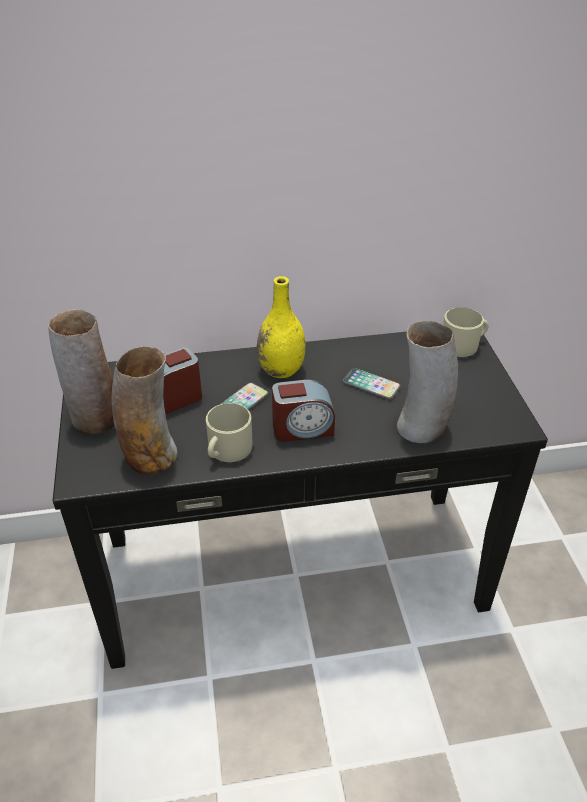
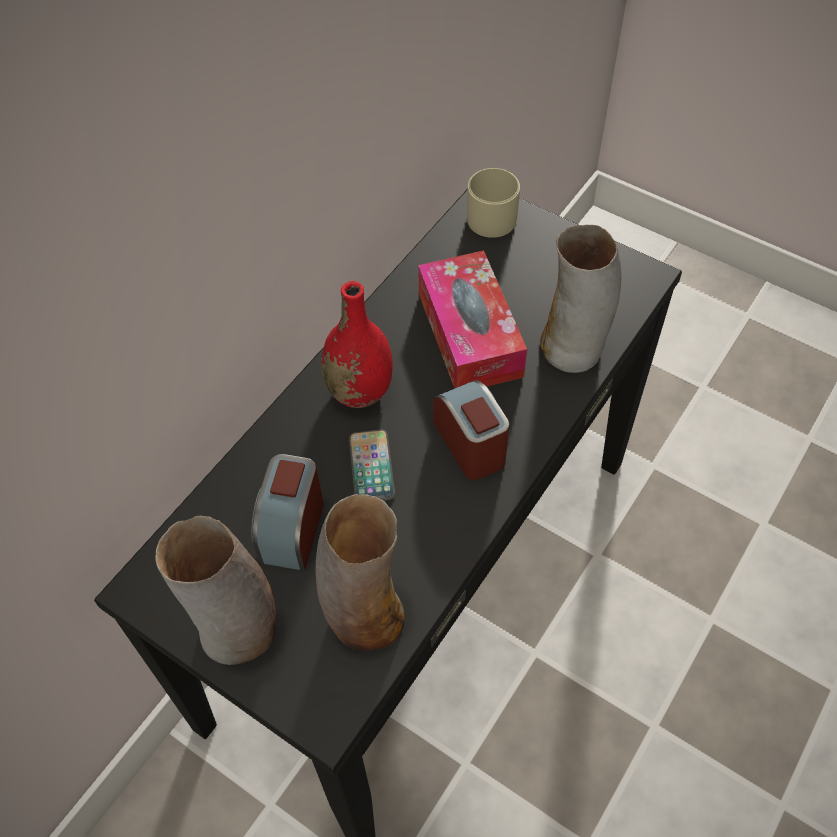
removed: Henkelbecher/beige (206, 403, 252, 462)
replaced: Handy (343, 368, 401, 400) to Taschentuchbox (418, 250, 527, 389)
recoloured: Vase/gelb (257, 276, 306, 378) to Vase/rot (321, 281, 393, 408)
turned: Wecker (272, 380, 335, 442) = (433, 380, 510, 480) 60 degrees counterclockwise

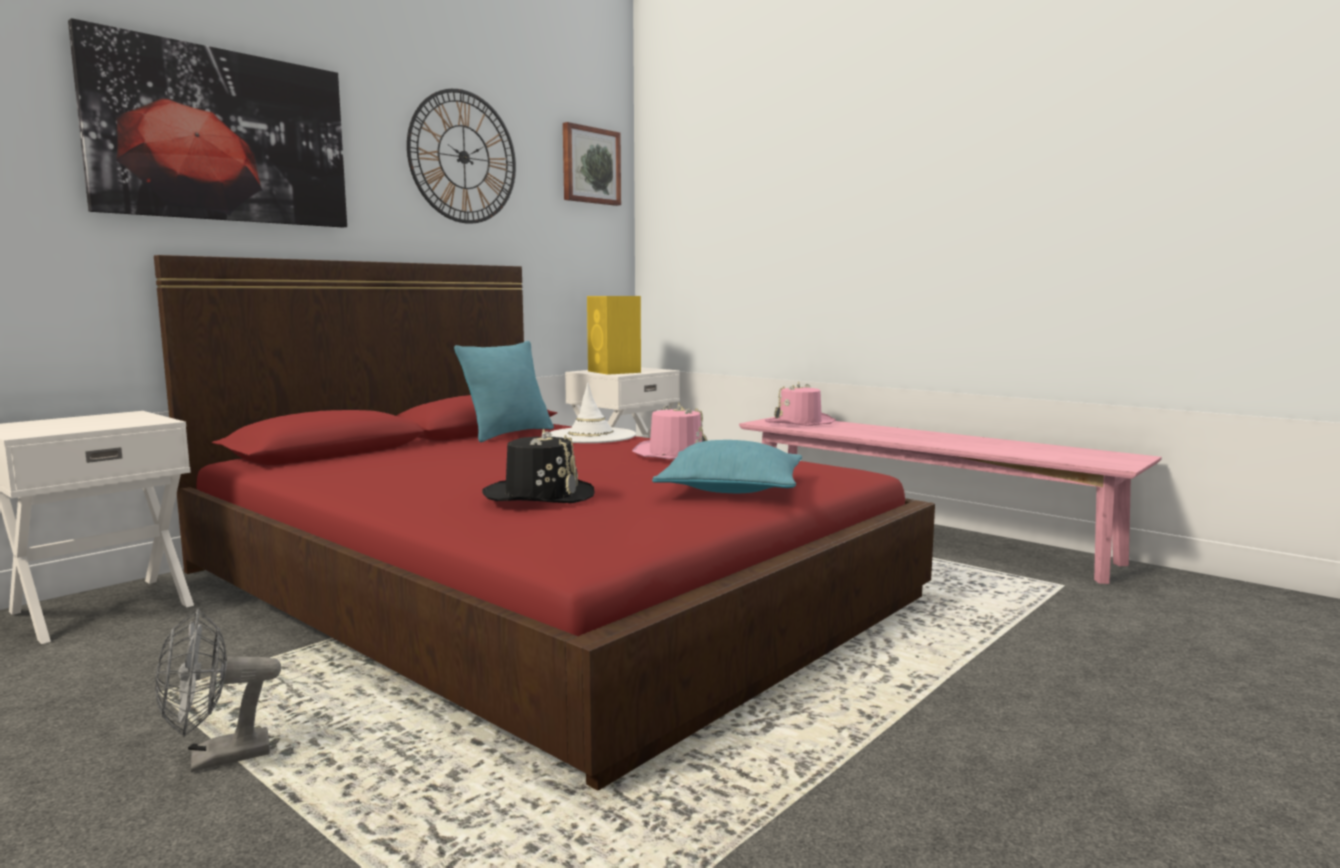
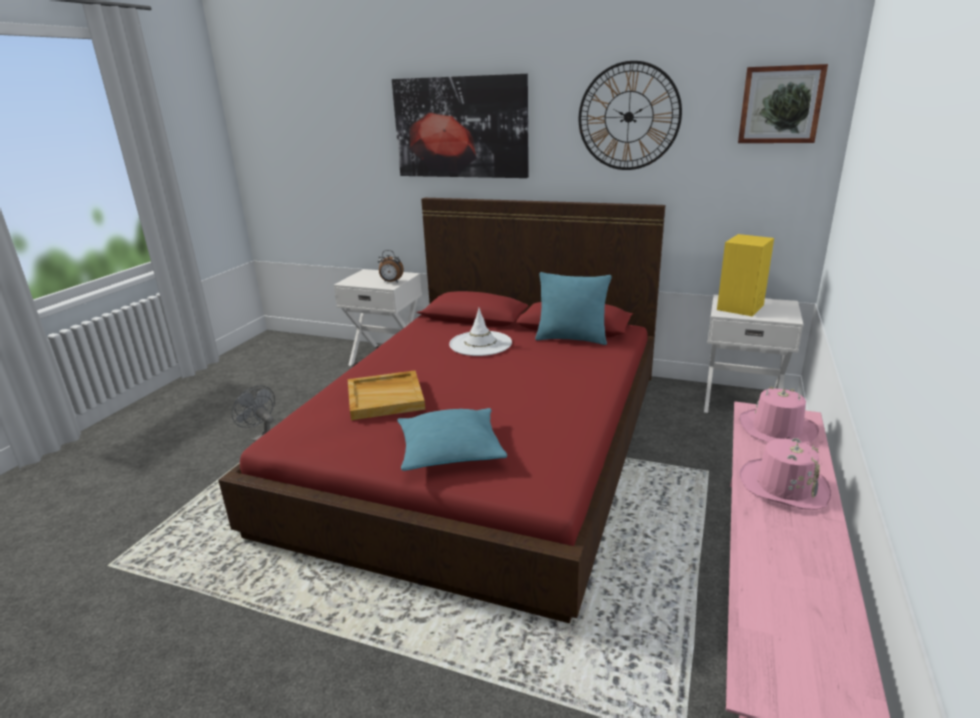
added: Wecker (378, 250, 404, 283)
moved: Hut/weiß (547, 382, 636, 443) to (449, 308, 512, 356); Hut/rosa (632, 403, 708, 460) to (739, 438, 831, 510)
replaced: Hut/schwarz (482, 428, 594, 503) to Tablett/beige (348, 370, 425, 420)

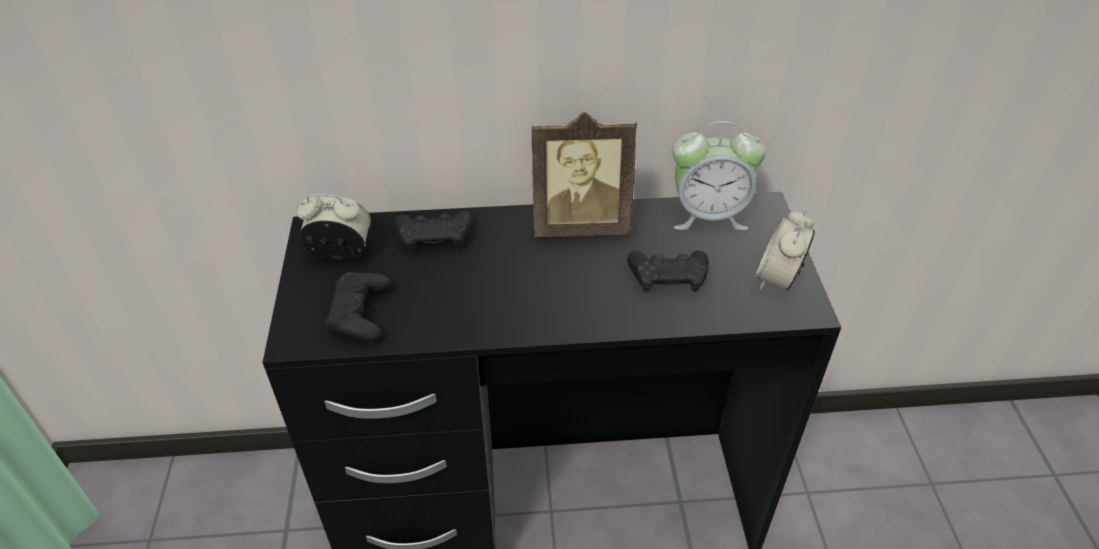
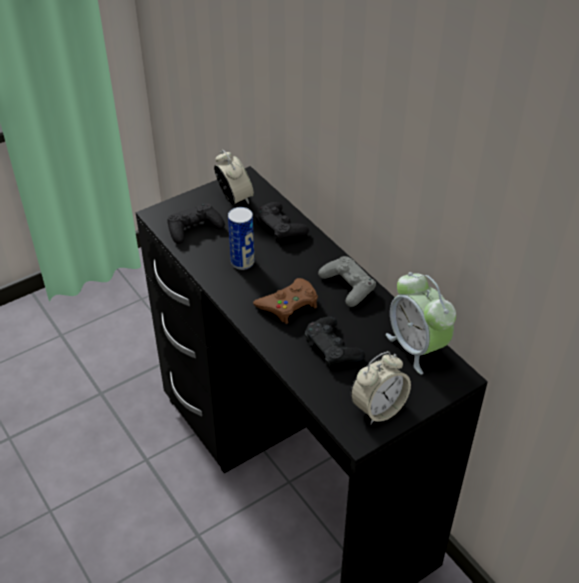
added: Dose (228, 207, 255, 270); Gamepad/braun (253, 278, 318, 324)
replaced: Bilderrahmen (532, 112, 637, 237) to Gamepad/grau (318, 256, 376, 307)
turned: Wecker (755, 209, 815, 291) = (351, 351, 411, 424) 150 degrees clockwise

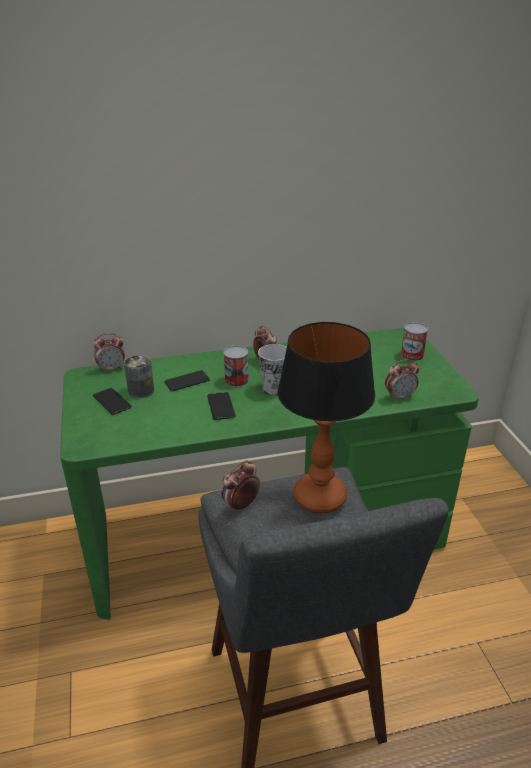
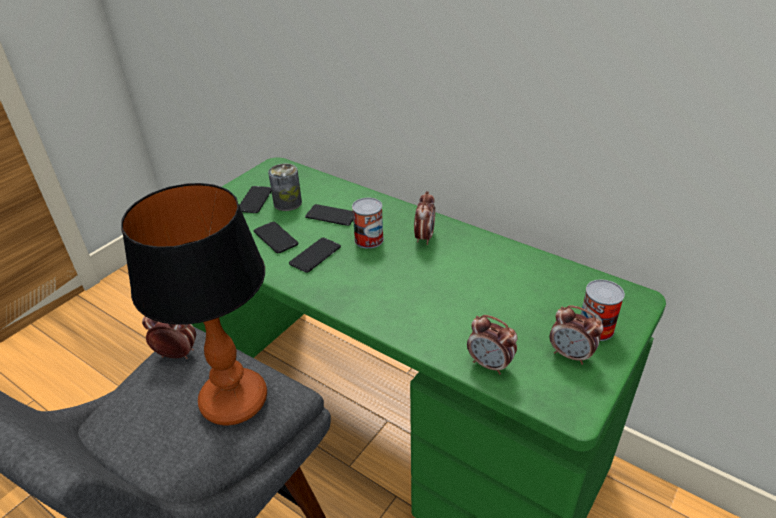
removed: Tasse (258, 344, 287, 396)
added: Handy (254, 222, 298, 253)
moved: Wecker (93, 333, 125, 372) to (550, 305, 603, 365)

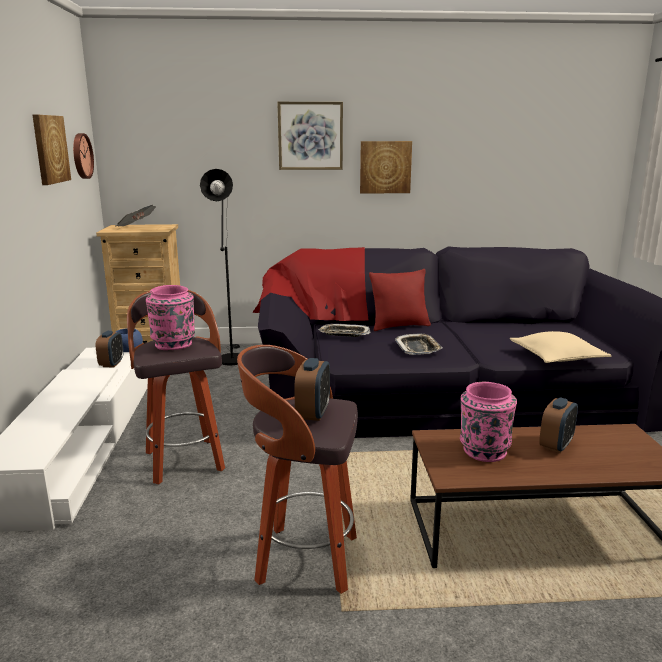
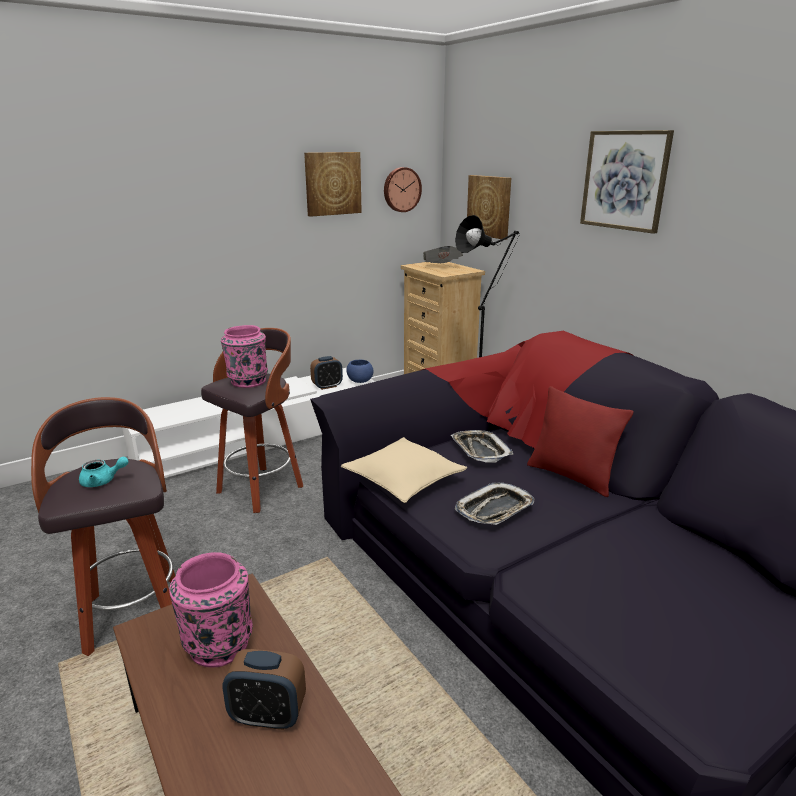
moved: Kissen/beige (510, 331, 611, 363) to (341, 437, 467, 503); Bild (360, 141, 412, 194) to (467, 175, 511, 240)
replaced: Wecker (294, 358, 330, 421) to Teekanne/türkis (79, 457, 129, 487)

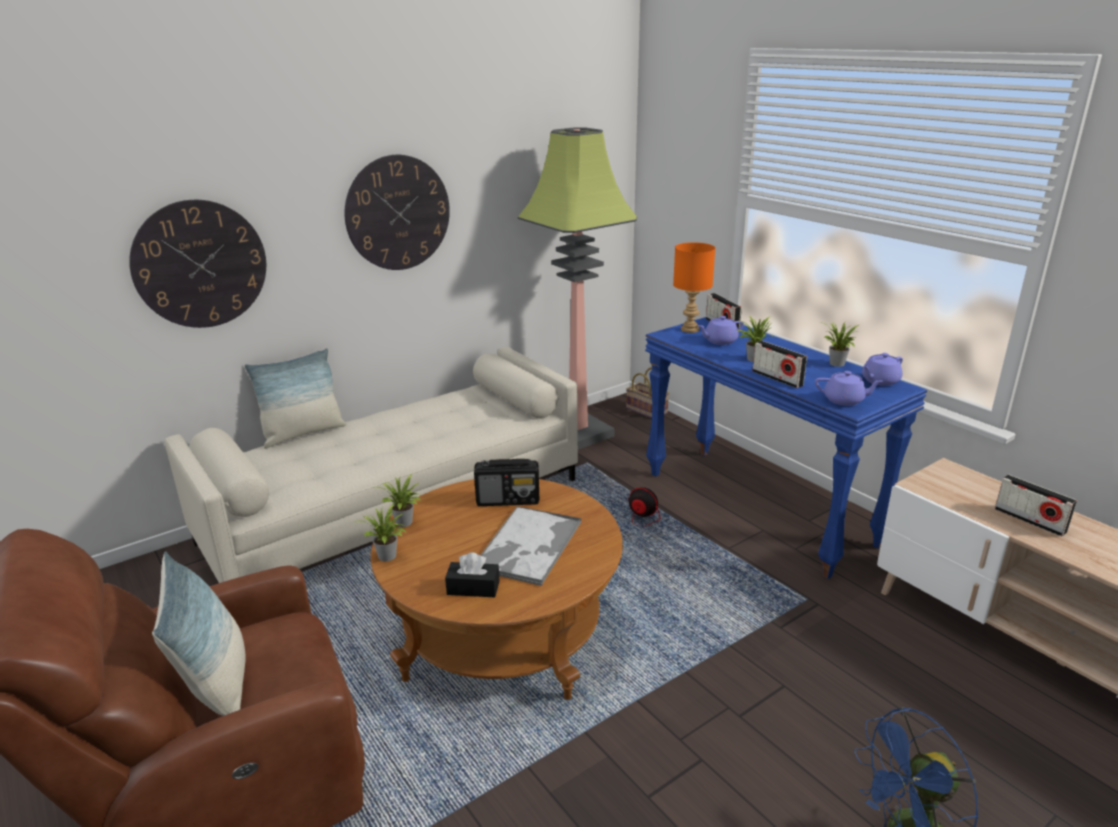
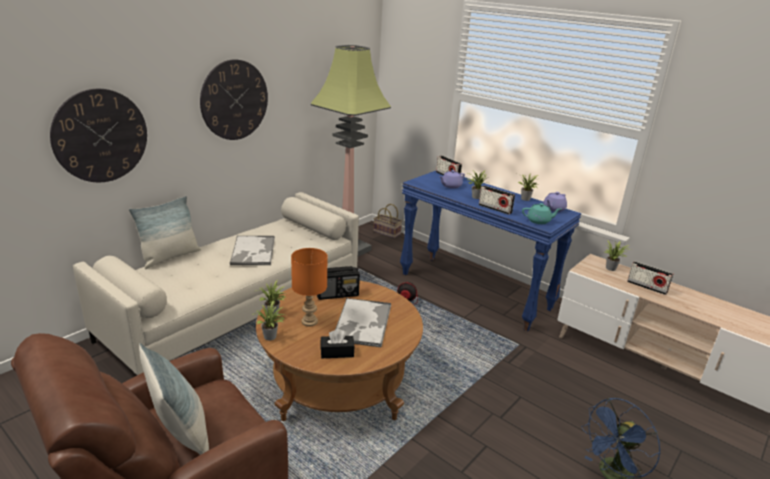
added: Tablett (229, 236, 275, 265); Topfpflanze (605, 240, 631, 271)
moved: Tischlampe/orange (673, 242, 715, 333) to (291, 248, 328, 326)
recoloured: Teekanne/lila (815, 371, 883, 406) to Teekanne/türkis (522, 203, 561, 224)

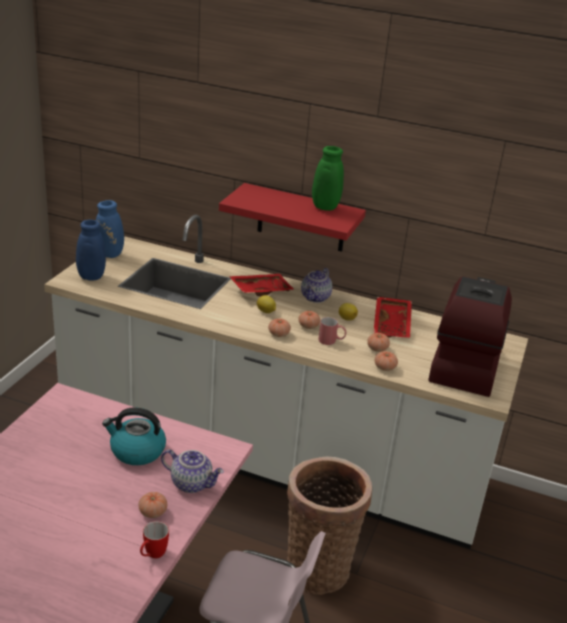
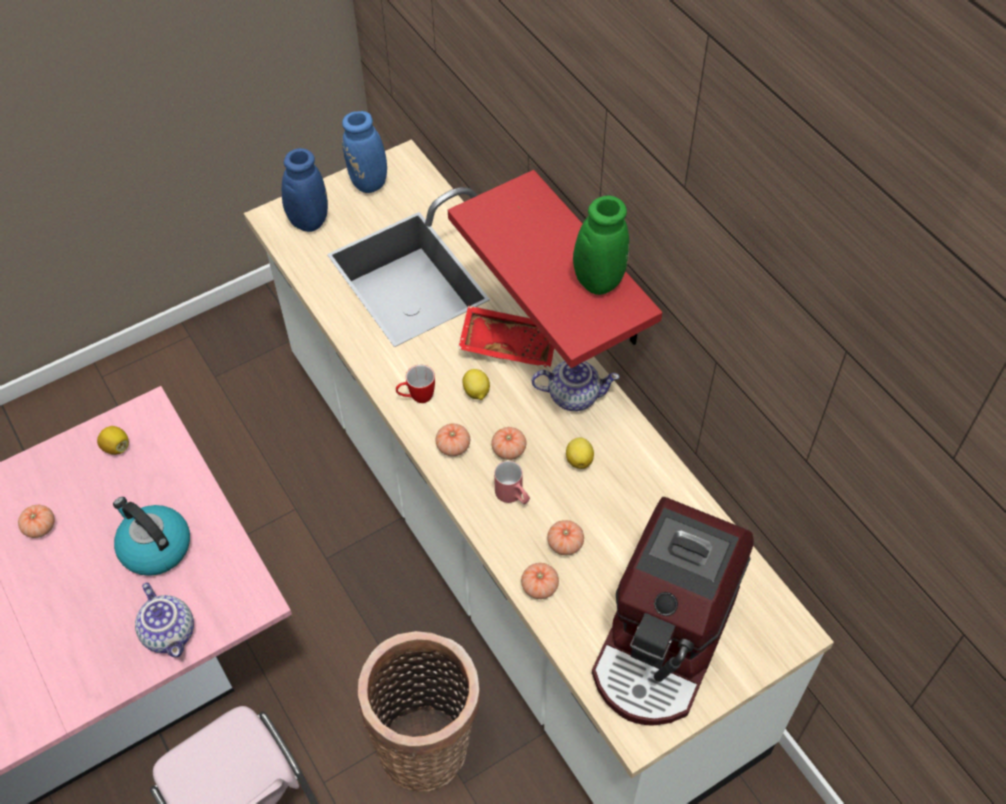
removed: Tablett/rot (373, 297, 412, 338)
added: Zitrone (97, 426, 129, 455)
moved: Tomate (139, 492, 167, 518) to (18, 505, 55, 538); Henkelbecher (140, 521, 169, 558) to (396, 365, 435, 403)
turned: Teekanne (301, 268, 332, 303) = (532, 361, 619, 411) 150 degrees counterclockwise; Kaffeemaschine (428, 276, 512, 397) = (592, 497, 754, 726) 150 degrees clockwise

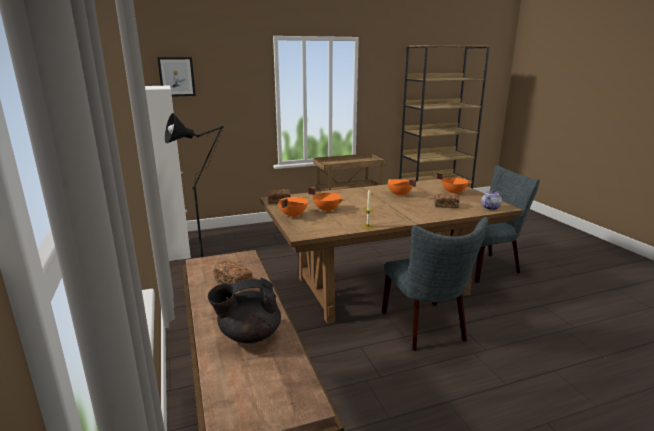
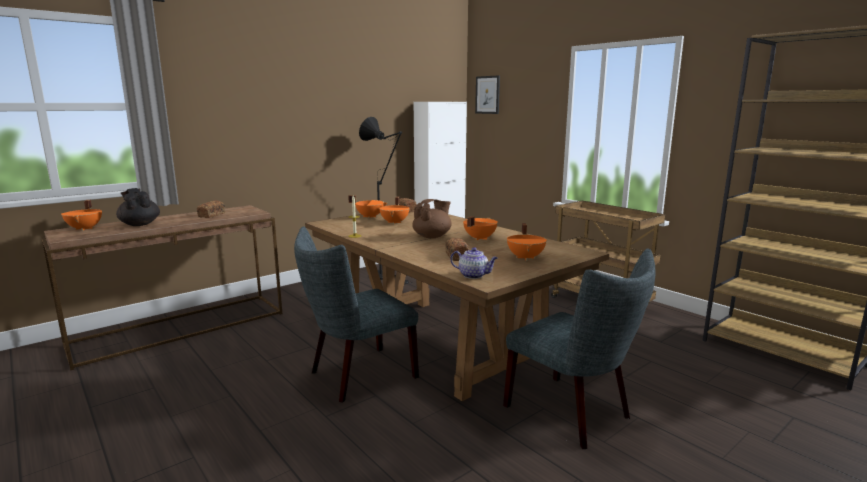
added: Kochtopf/orange (61, 200, 102, 231); Teekanne/braun (412, 199, 452, 238)

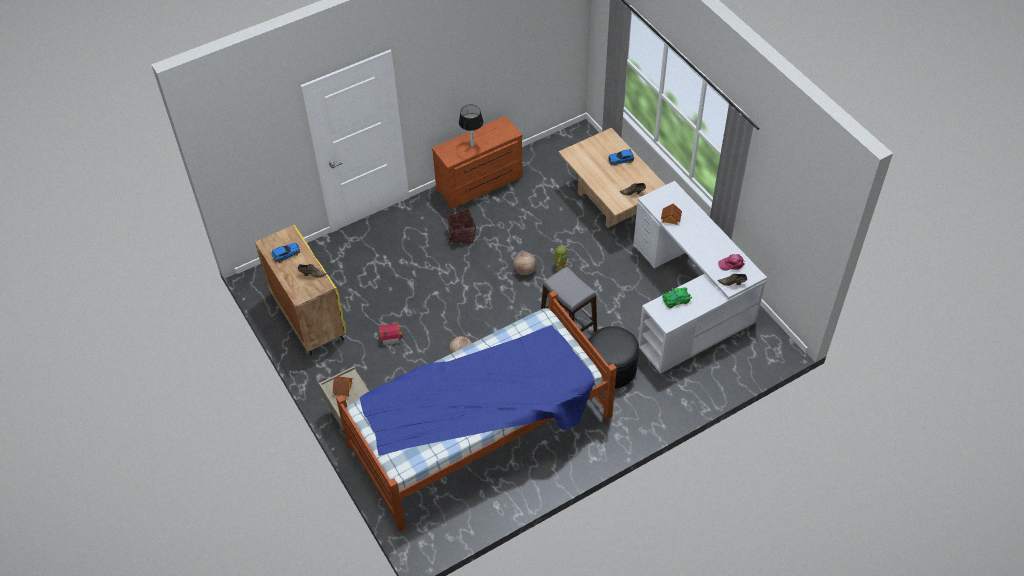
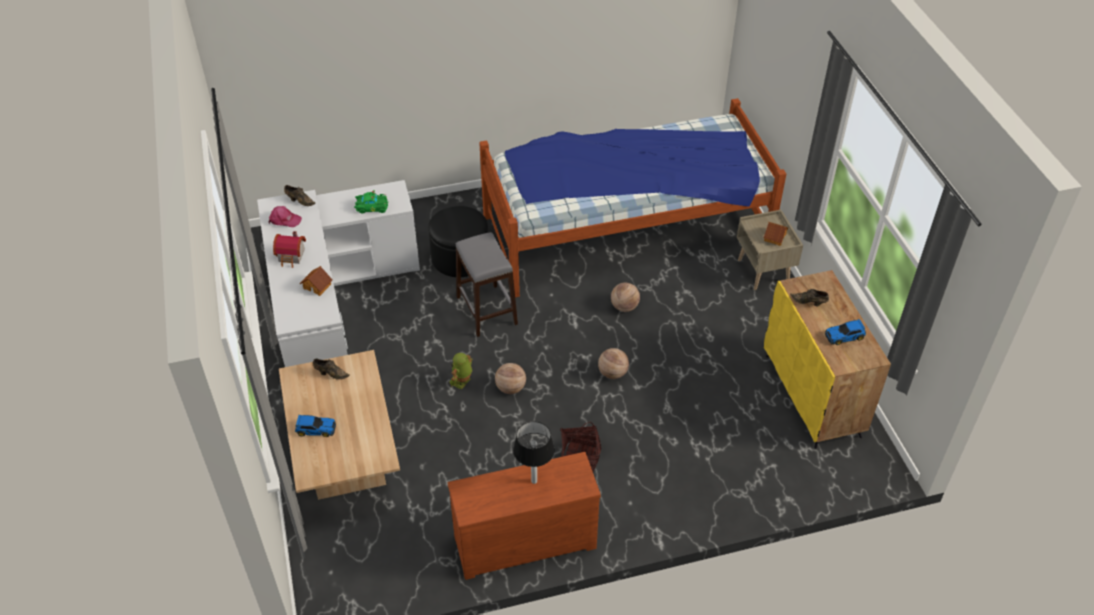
added: Basketball (598, 348, 629, 379)
moved: Spielzeughaus (379, 322, 403, 345) to (273, 231, 306, 268)

